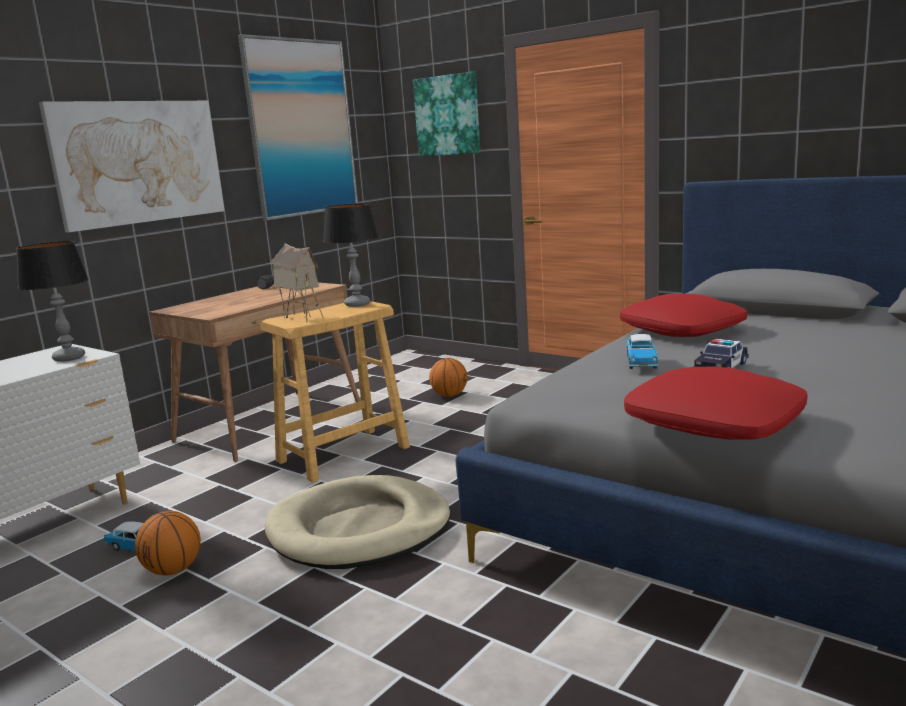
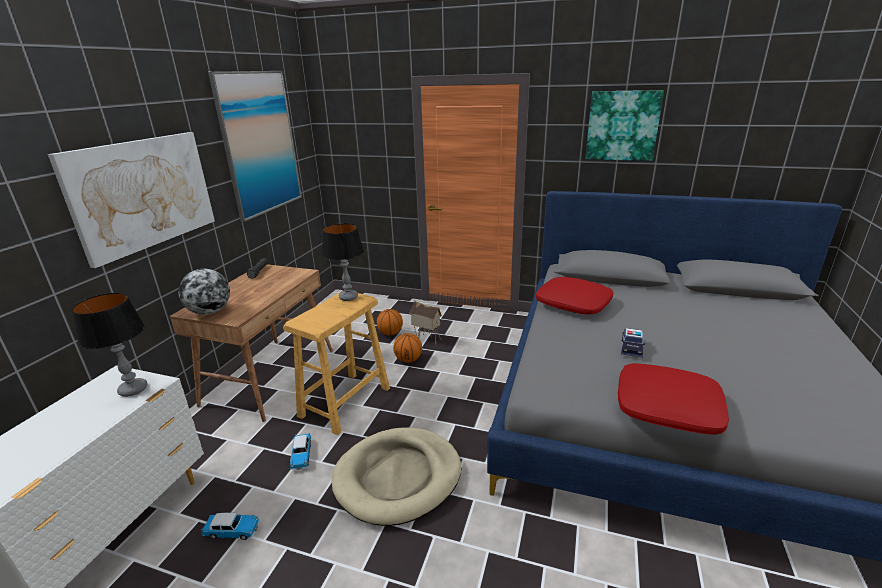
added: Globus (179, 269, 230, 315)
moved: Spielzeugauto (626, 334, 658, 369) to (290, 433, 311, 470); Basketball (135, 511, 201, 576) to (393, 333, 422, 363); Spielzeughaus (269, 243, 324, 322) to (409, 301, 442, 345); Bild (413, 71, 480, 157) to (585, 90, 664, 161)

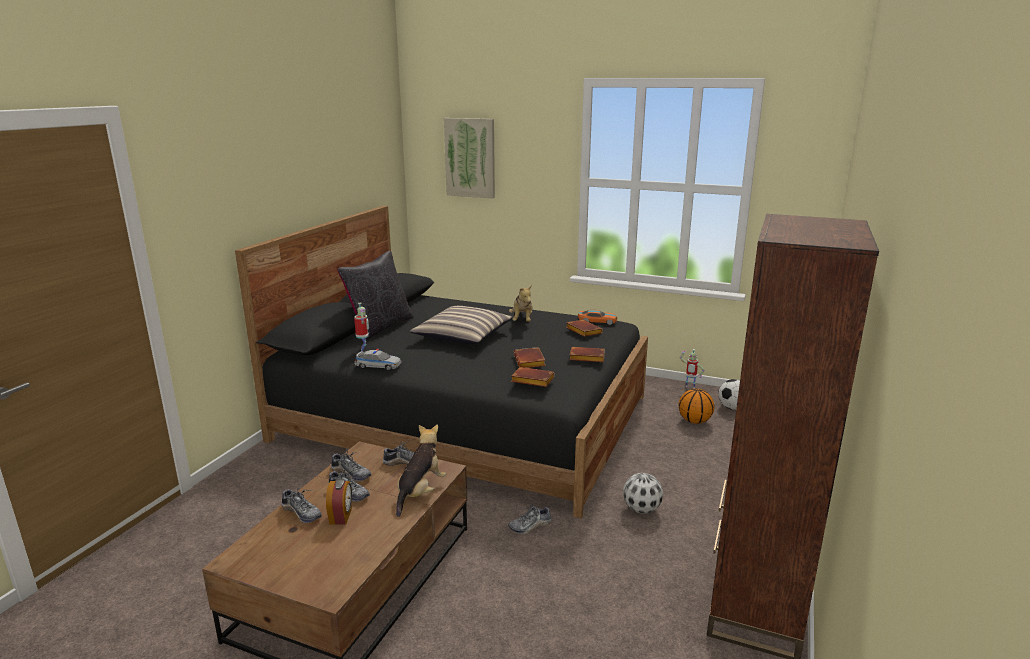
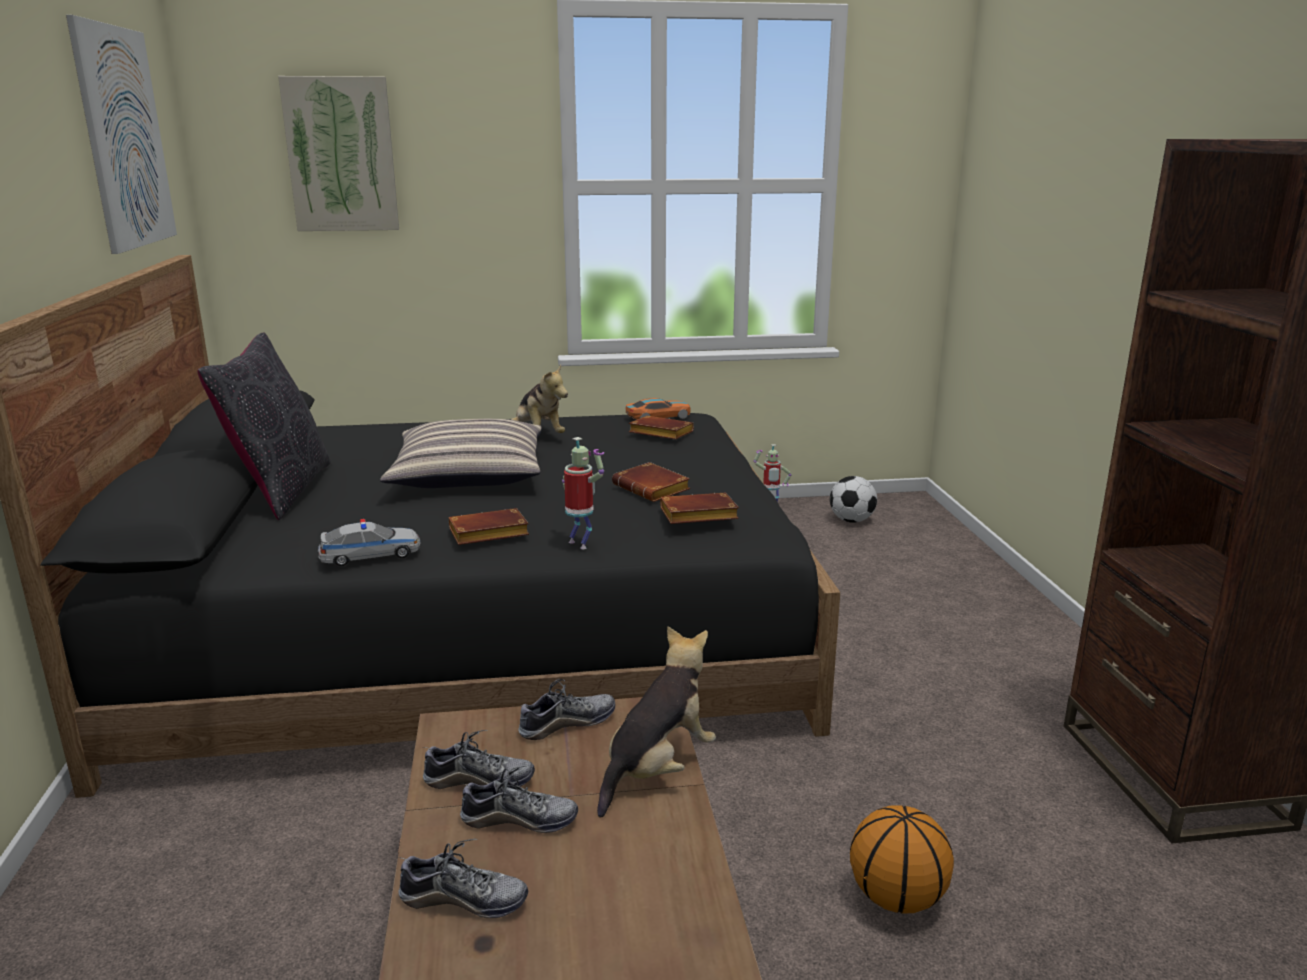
removed: Wecker (326, 479, 352, 525); Schuh (508, 504, 551, 534); Fußball (623, 473, 663, 514)
added: Bild (66, 15, 177, 254)
moved: Buch/braun (569, 347, 605, 362) to (449, 508, 529, 545); Spielzeugroboter (354, 303, 369, 352) to (562, 437, 604, 549); Basketball (679, 388, 714, 424) to (850, 805, 954, 913)
turned: Plüschtier (396, 425, 446, 517) = (597, 626, 716, 817) 45 degrees clockwise

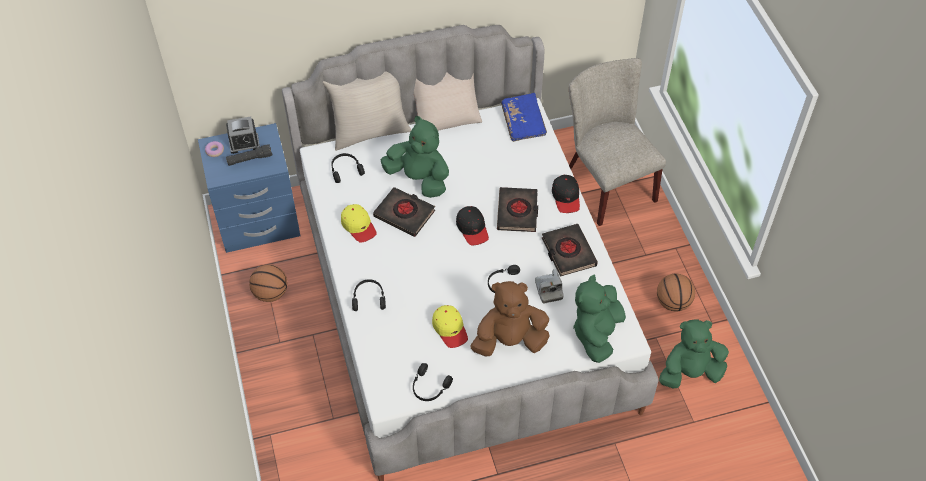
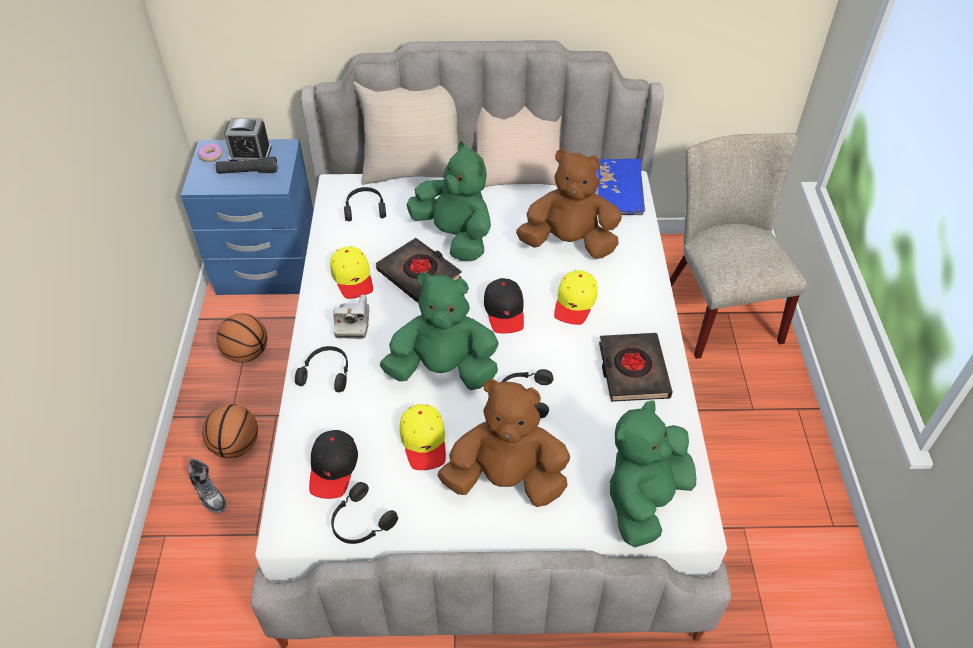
added: Schuh (188, 458, 227, 514); Plüschtier/braun (516, 149, 622, 259)
moved: Basketball (657, 274, 695, 311) to (202, 404, 258, 458); Kappe/schwarz (552, 175, 580, 213) to (309, 430, 358, 499); Kamera (535, 269, 564, 304) to (333, 295, 369, 339); Plüschtier/grün (659, 319, 729, 389) to (380, 272, 499, 390)
replaced: Buch/schwarz (497, 187, 538, 232) to Kappe/gelb (554, 270, 597, 325)

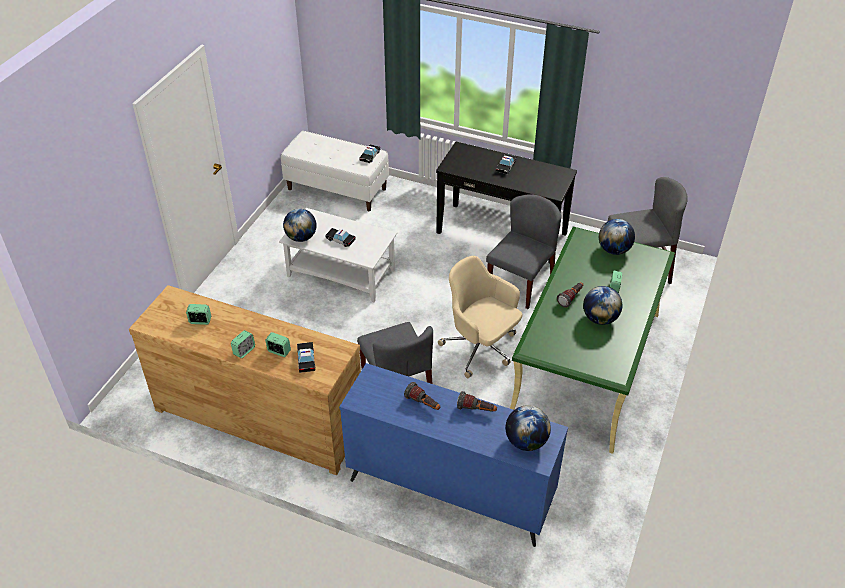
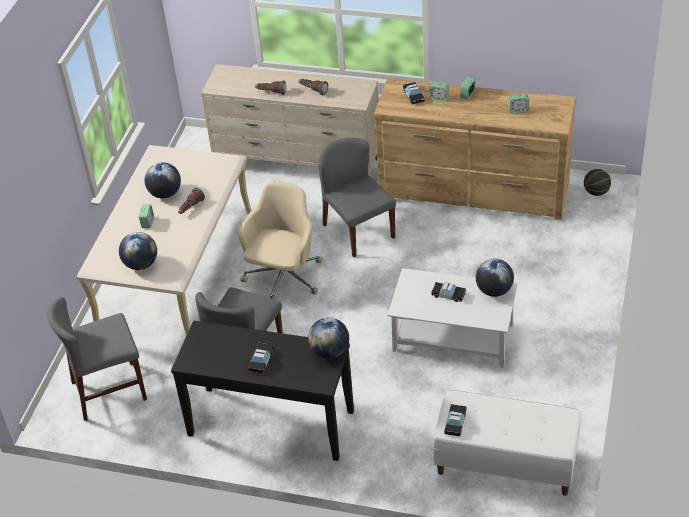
added: Basketball (584, 169, 611, 196)
moved: Globus (505, 405, 551, 451) to (308, 317, 349, 359)
recoloured: Schreibtisch/grün (510, 227, 675, 454) to Schreibtisch/beige (76, 145, 252, 336); Kommode/blau (339, 363, 568, 547) to Kommode/beige (201, 64, 378, 173)
turned: Bürostuhl/beige (438, 256, 523, 378) = (238, 182, 322, 300) 105 degrees counterclockwise

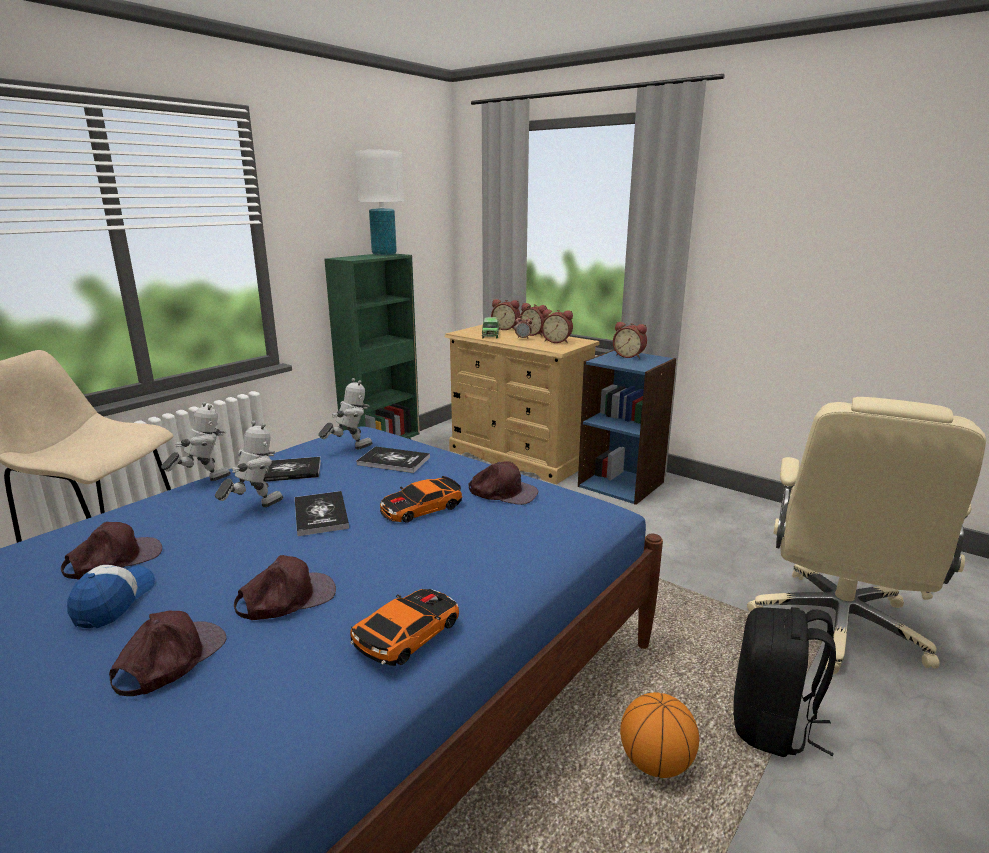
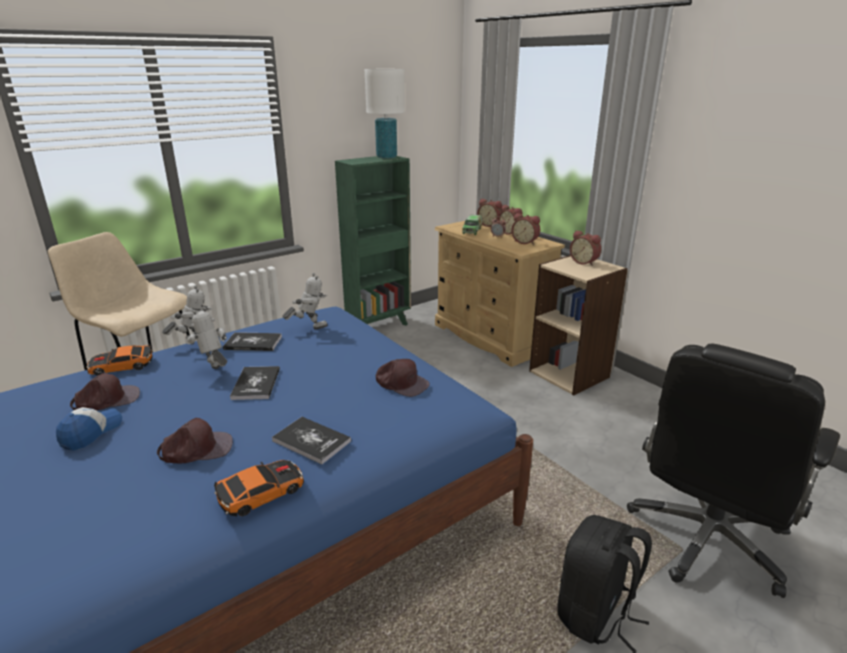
removed: Kappe/braun (109, 610, 227, 696); Basketball (620, 692, 699, 778)
moved: Spielzeugauto (380, 476, 463, 523) to (87, 344, 152, 376); Buch (356, 446, 430, 473) to (272, 417, 351, 465)
recoloured: Bücherregal/blau (578, 349, 676, 505) to Bücherregal/beige (529, 255, 628, 395); Bürostuhl/beige (747, 397, 986, 674) to Bürostuhl/schwarz (627, 343, 840, 598)
turned: Spielzeugroboter (215, 420, 283, 507) = (185, 307, 227, 369) 90 degrees counterclockwise

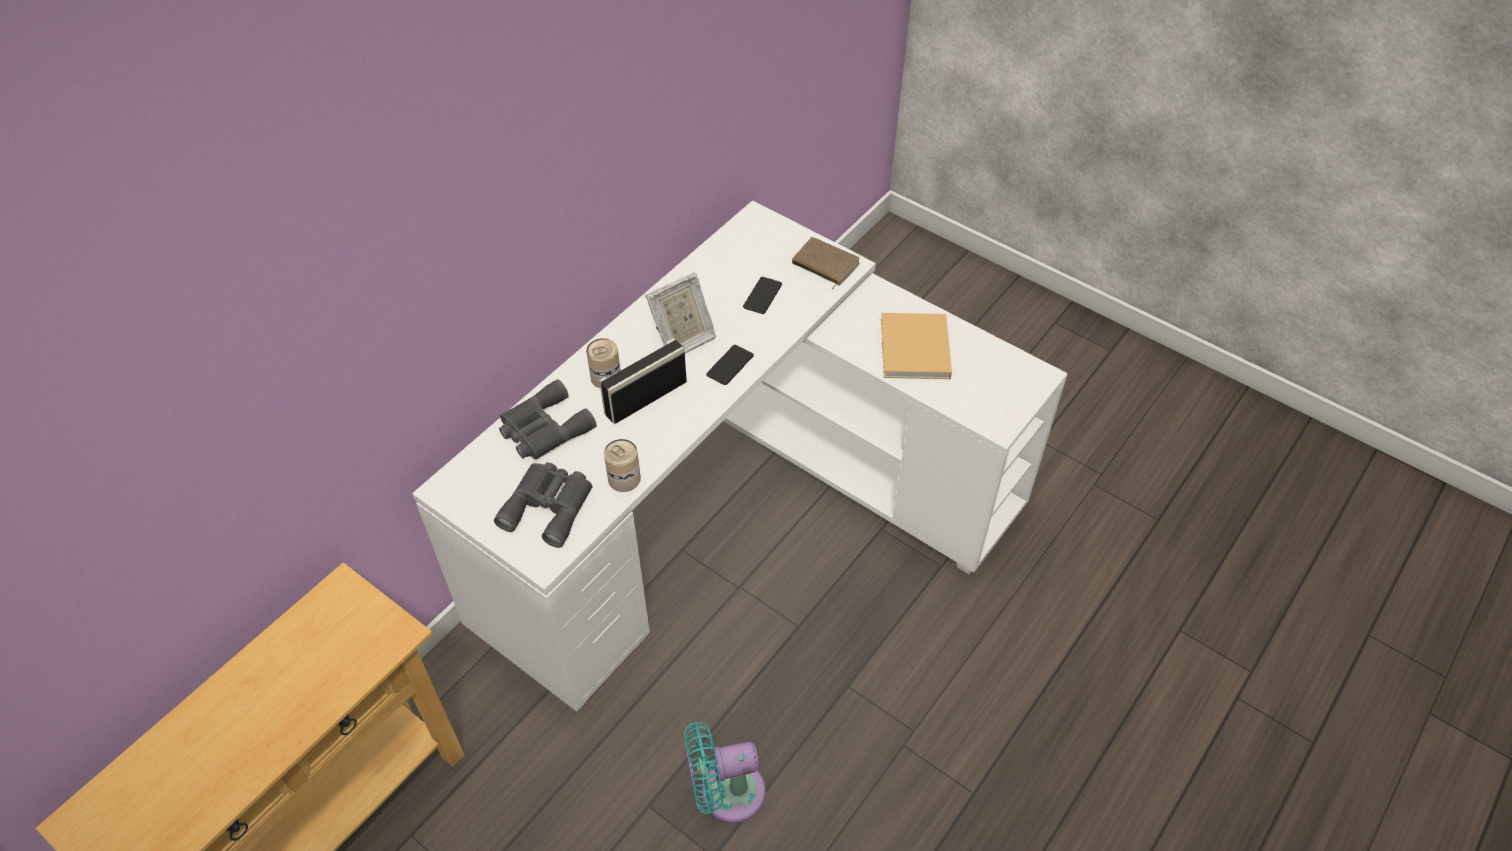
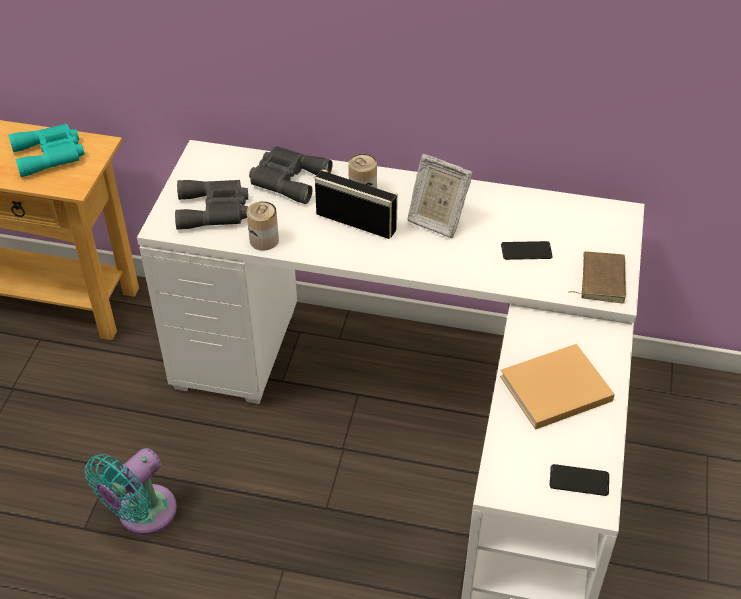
added: Fernglas/türkis (8, 124, 85, 177)
moved: Handy (706, 345, 754, 385) to (550, 464, 609, 496)
turned: Ventilator/türkis (684, 721, 766, 823) = (85, 448, 177, 535) 105 degrees counterclockwise

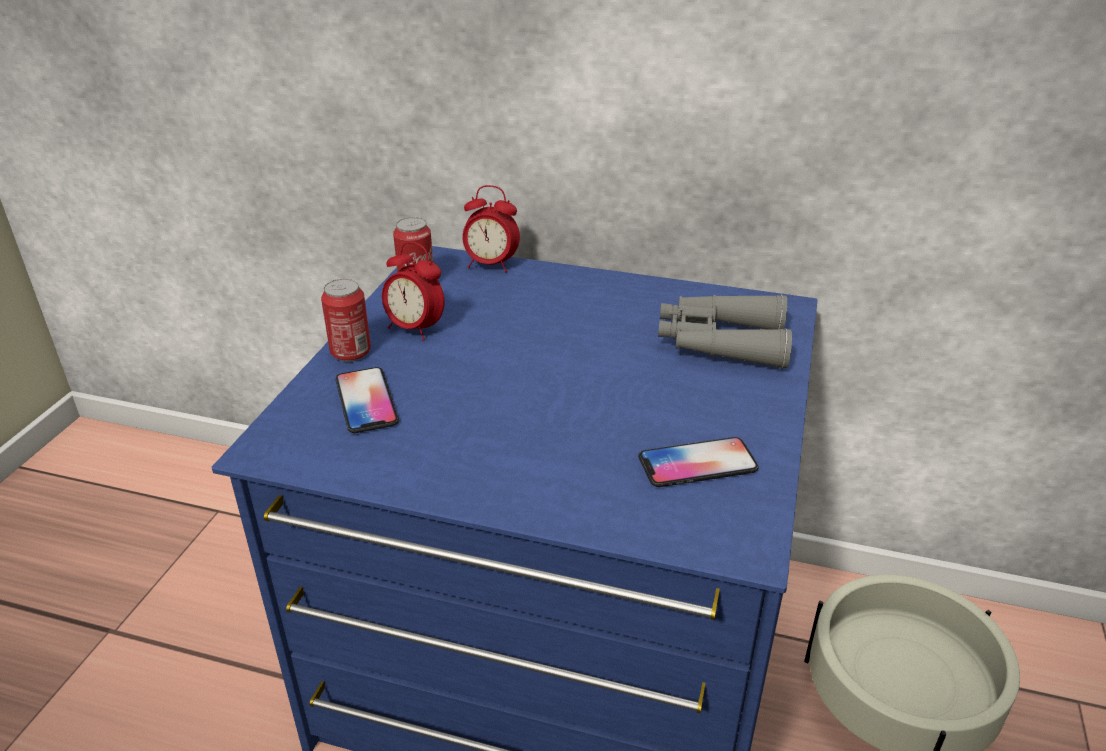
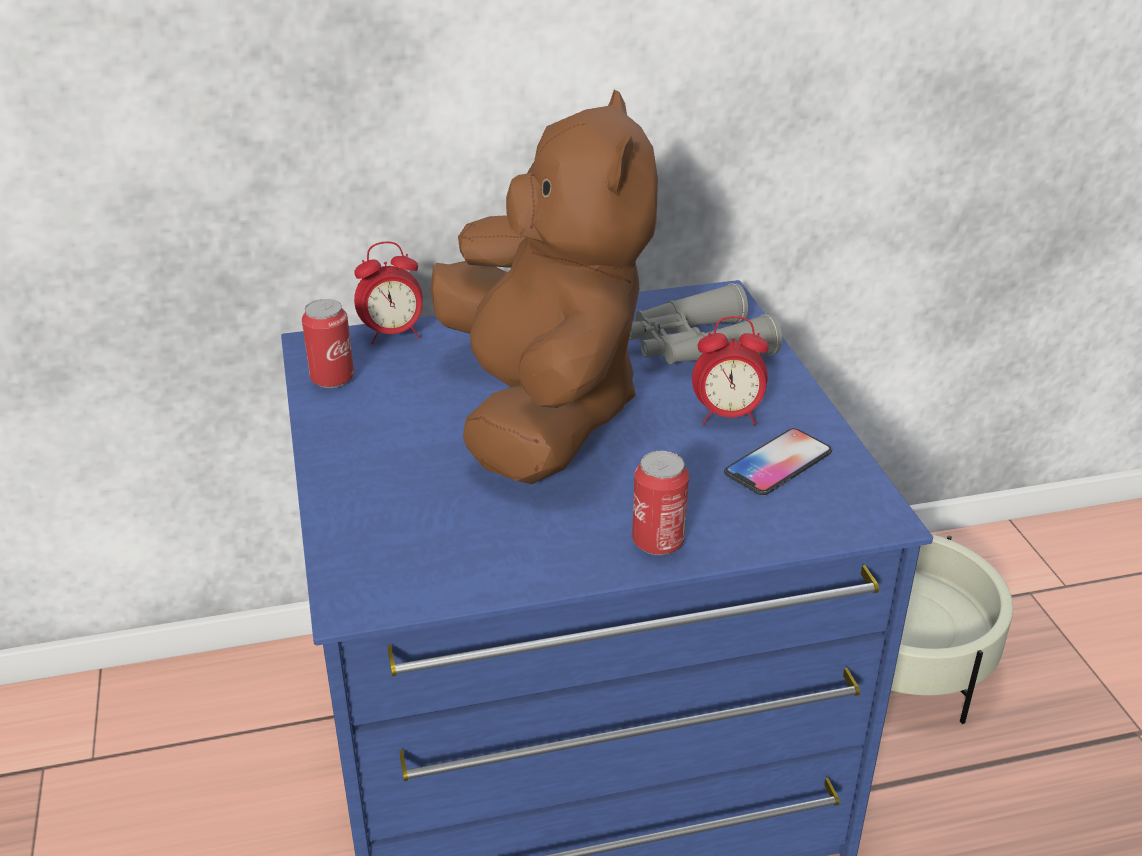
removed: Handy (335, 367, 399, 433)
added: Plüschtier/braun (430, 90, 658, 484)
moved: Dose (321, 279, 371, 362) to (632, 451, 689, 555); Wecker (382, 242, 444, 341) to (692, 316, 769, 425)

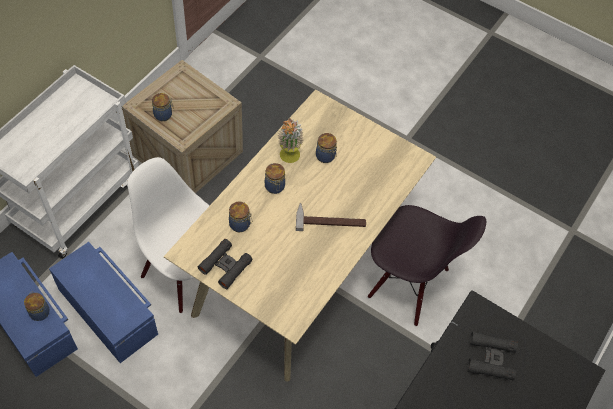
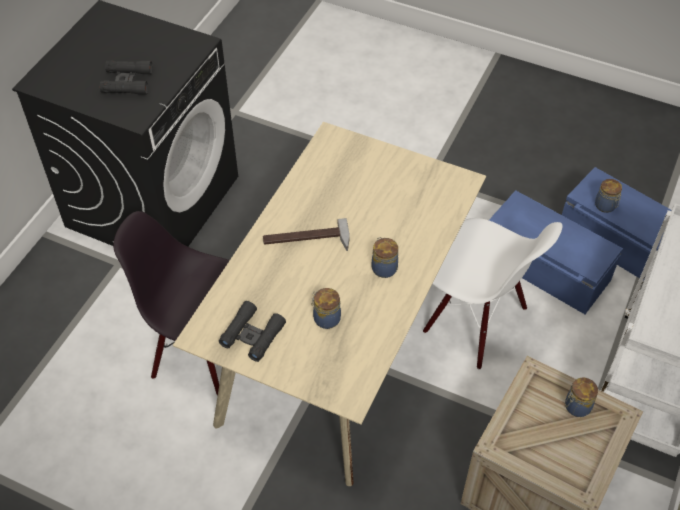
removed: Vorratsglas (229, 201, 252, 232); Topfpflanze (278, 118, 304, 163)
moved: Fernglas/schwarz (198, 239, 253, 289) to (219, 301, 286, 362)

